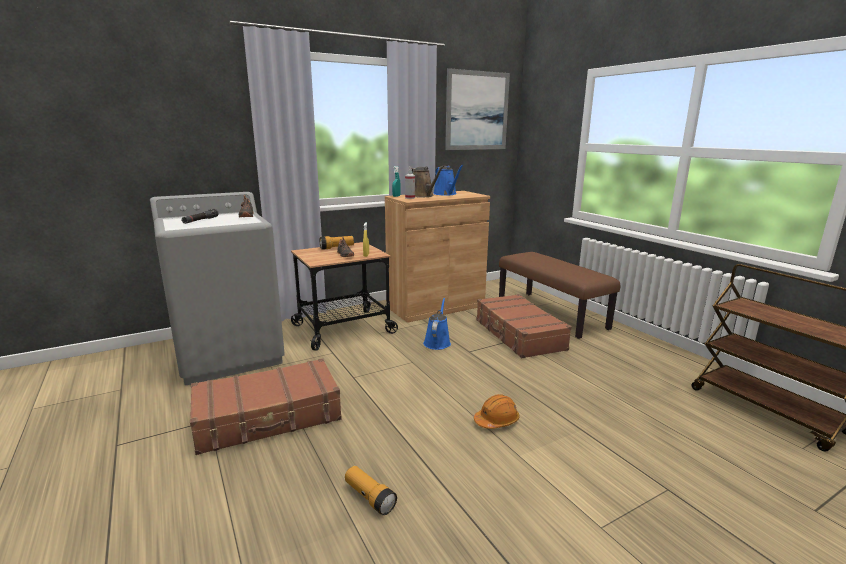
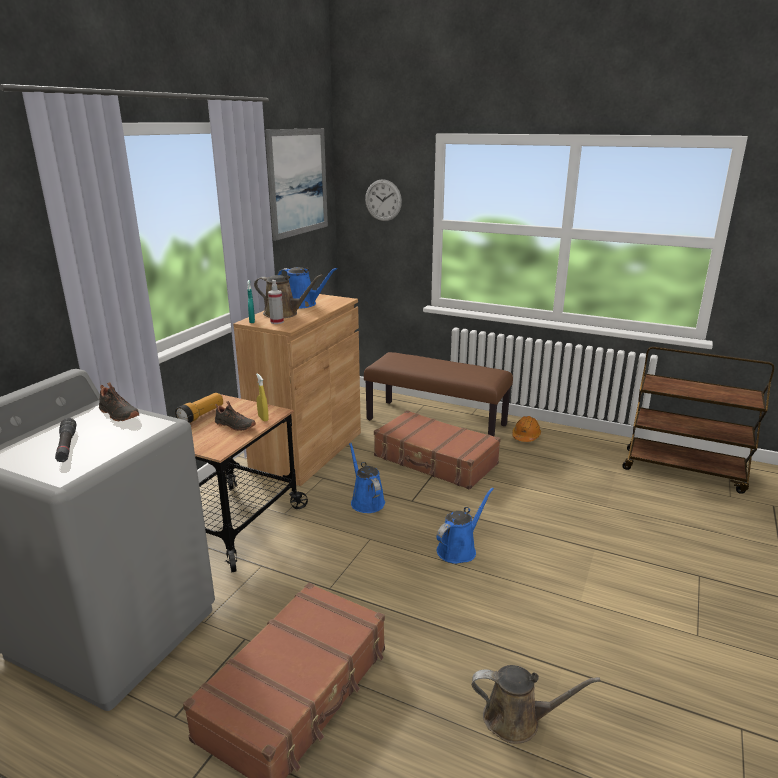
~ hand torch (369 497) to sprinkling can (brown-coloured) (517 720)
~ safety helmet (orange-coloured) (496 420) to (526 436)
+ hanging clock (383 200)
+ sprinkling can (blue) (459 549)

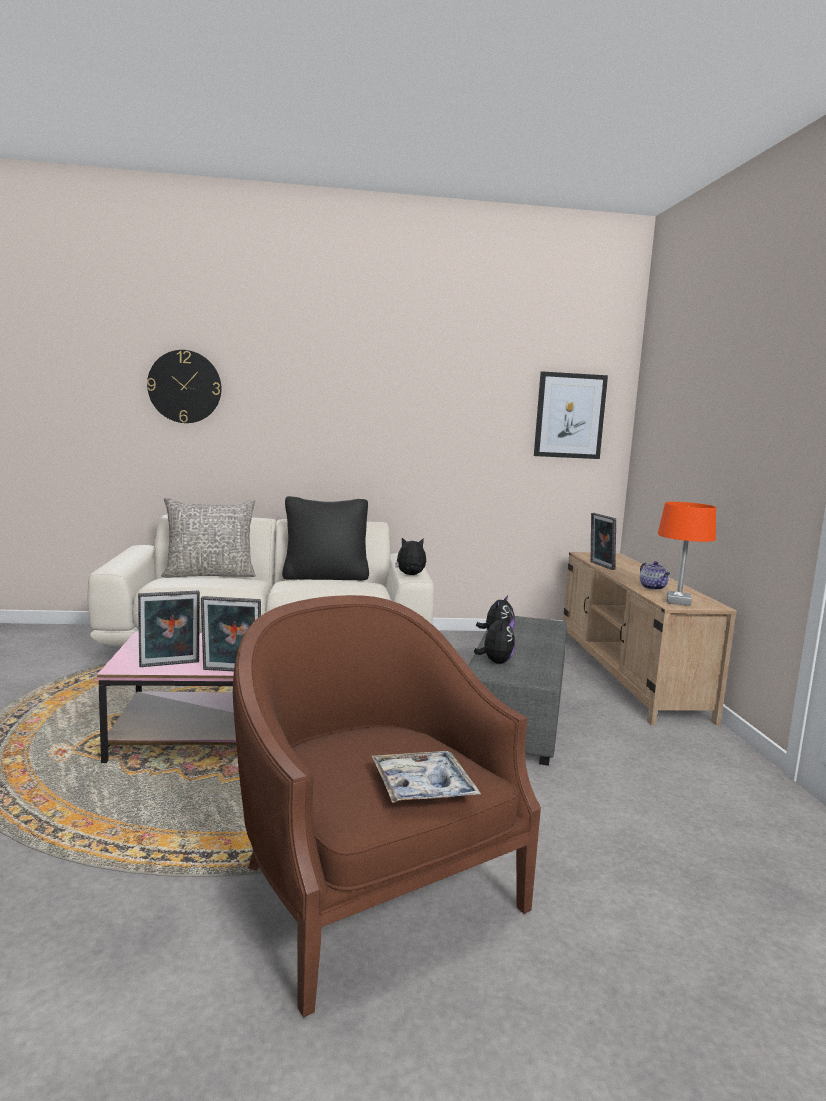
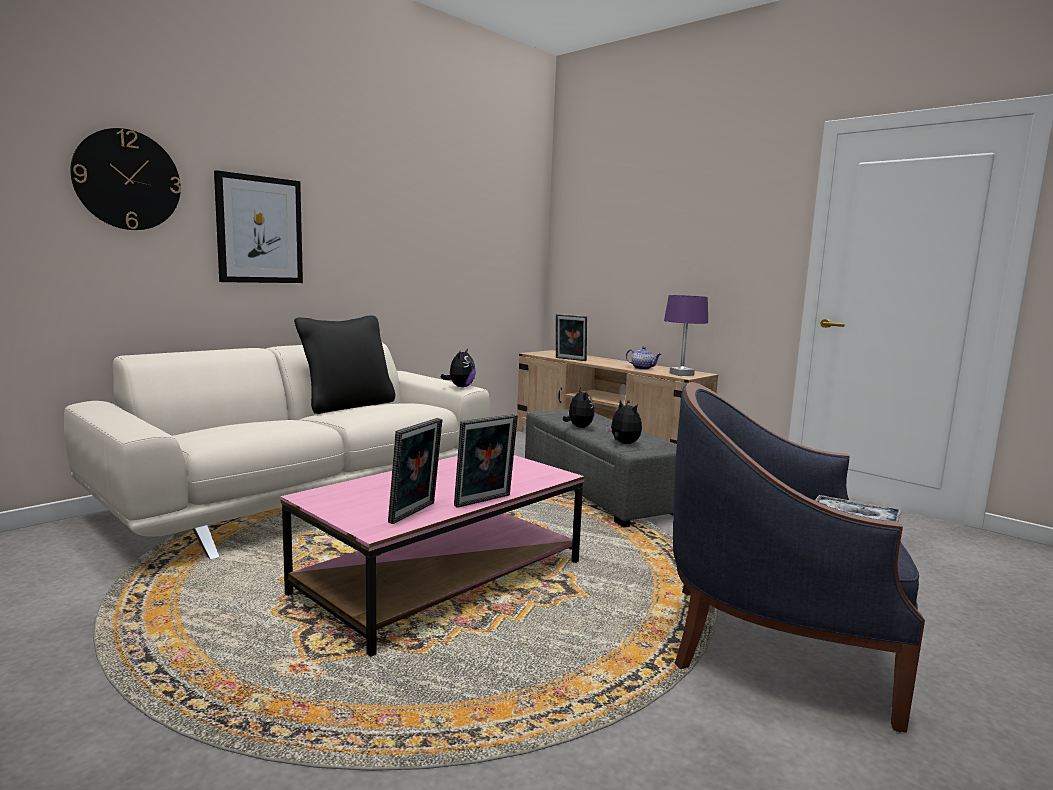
- throw pillow (greyish) (209 575)
~ easy chair (brown-coloured) (370 894) to easy chair (blue) (773 642)
~ plush toy (410 575) = (460 387) 150 degrees clockwise
~ wall art (569 415) to (259 230)
~ lamp for a table (orange-coloured) (678 602) to lamp for a table (purple-coloured) (681 374)

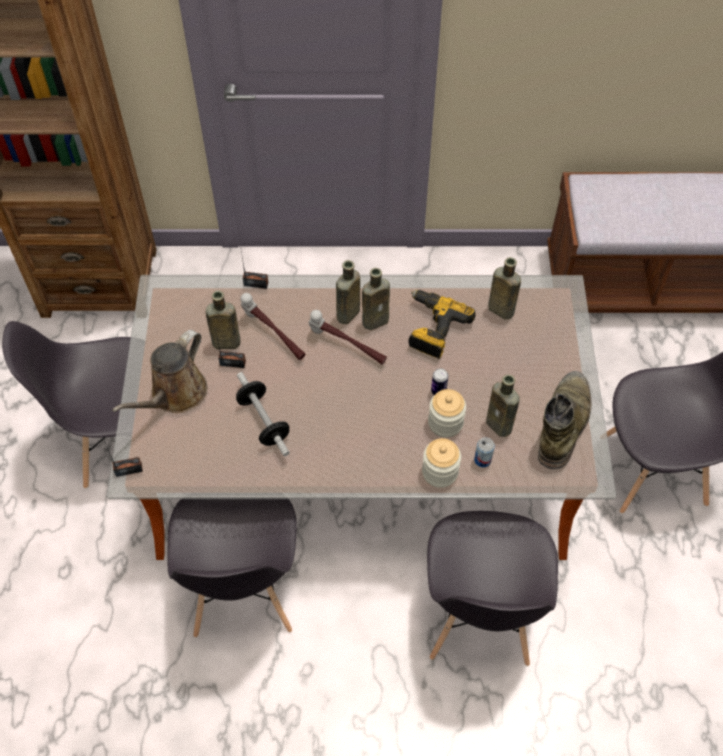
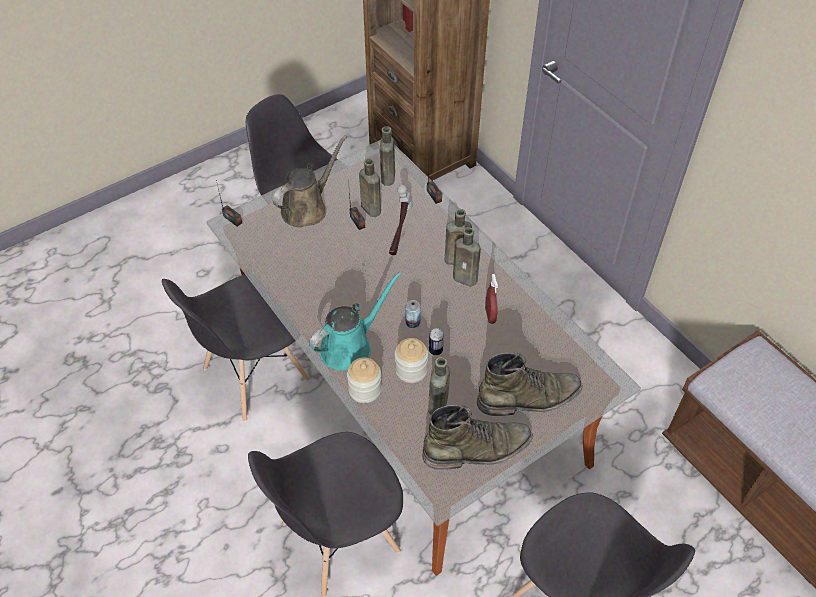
~ sprinkling can (brown-coloured) (175 394) = (307 208) 135 degrees clockwise
- free weight (263 421)
- tool hammer (347 346)
~ power drill (432 328) to sprayer (red) (490 315)
~ can (482 460) to (412 322)
~ beverage bottle (brown-coloured) (499 309) to (388 176)
+ sprinkling can (turquoise) (350 346)
+ boot (greenish) (529 398)

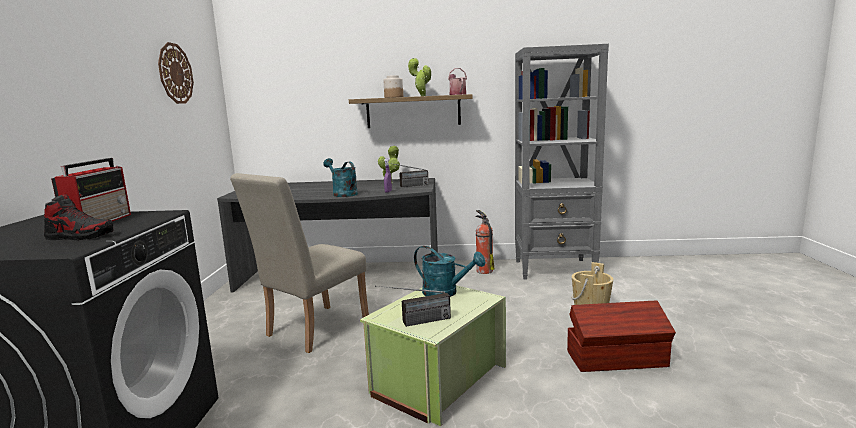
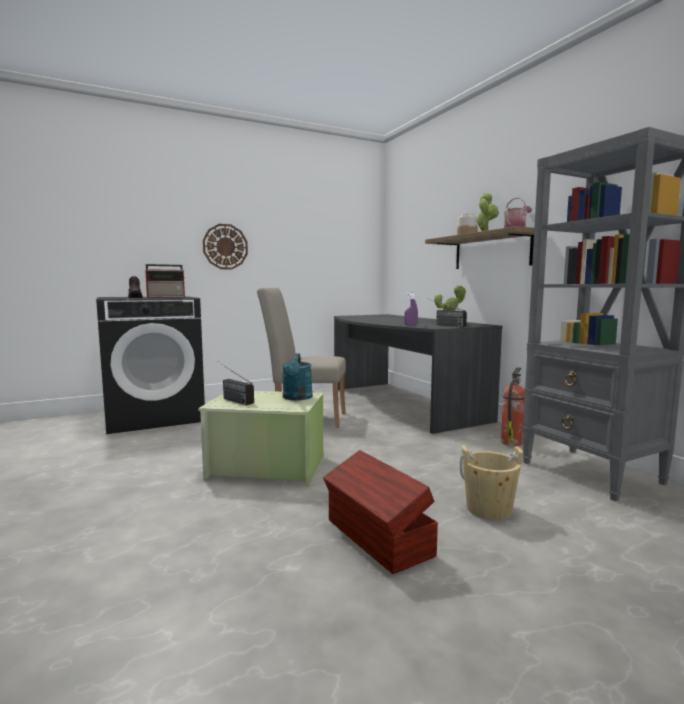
~ hanging clock (175 73) to (225 246)
- sprinkling can (turquoise) (342 194)

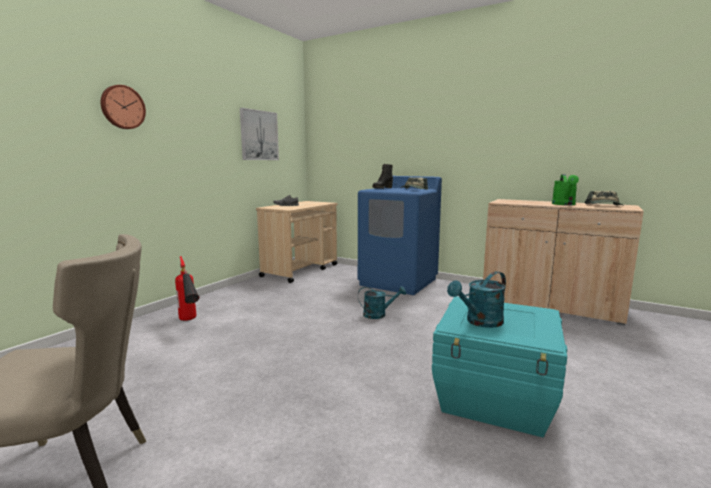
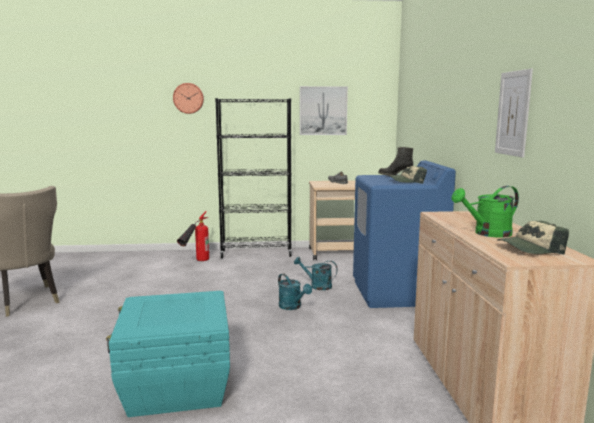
~ sprinkling can (turquoise) (480 322) to (317 286)
+ shelving unit (black) (256 253)
+ wall art (513 113)

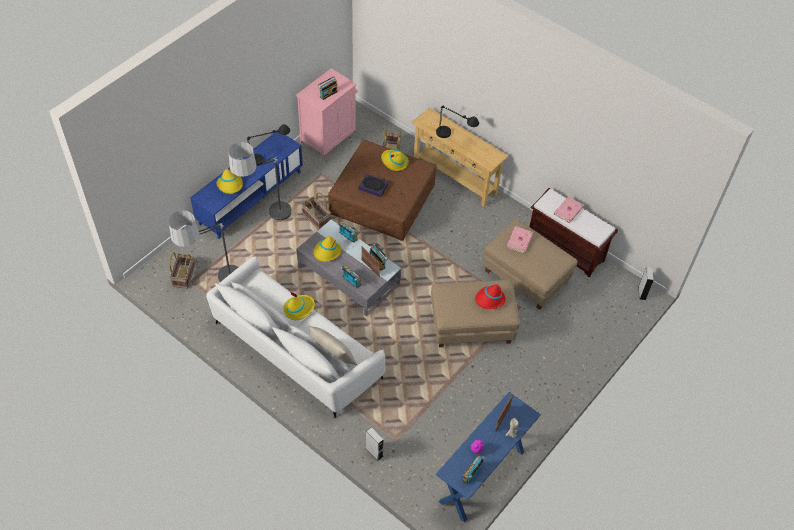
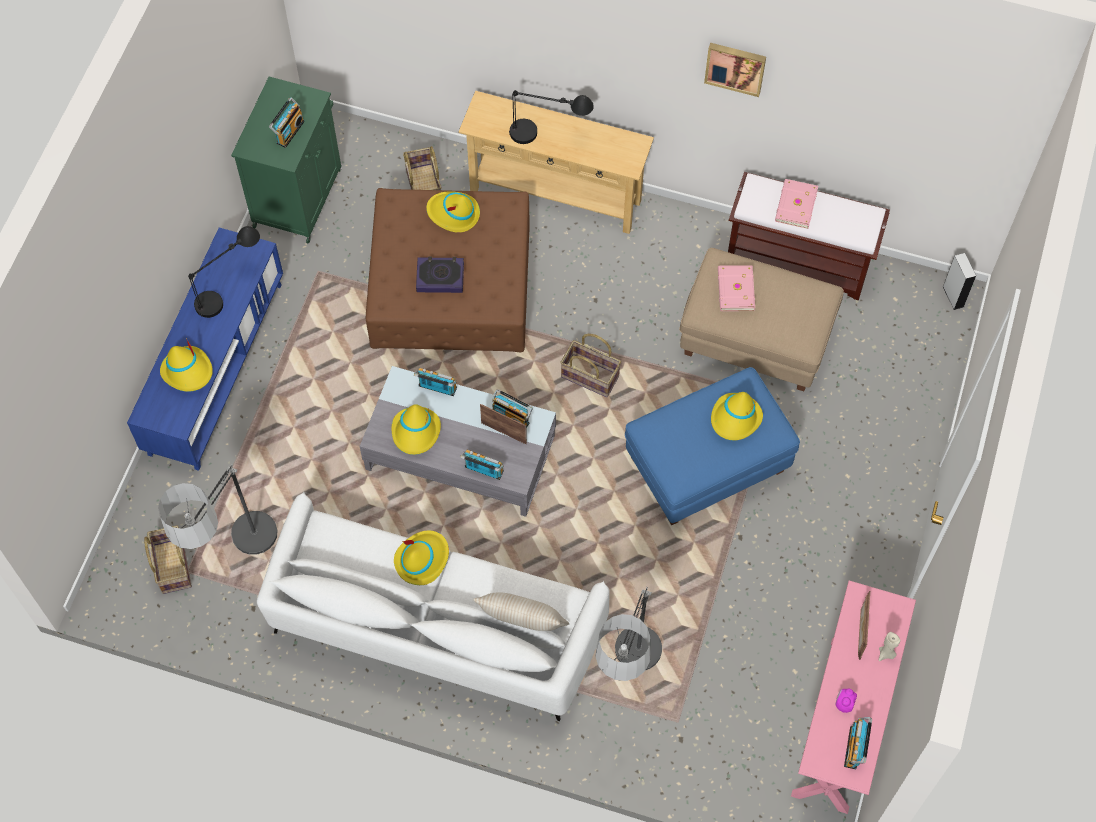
~ standing lamp (267 223) to (629 685)
~ cabinet (pink) (329 137) to cabinet (greenish) (298 196)
~ storage basket (317 218) to (590 376)
- speaker (greyish) (374 452)
~ pouffe (sand-coloured) (471 326) to pouffe (blue) (706 465)
~ hall table (blue) (481 476) to hall table (pink) (839 724)
~ hat (red) (489 299) to hat (yellow) (735 419)
+ wall art (735 67)

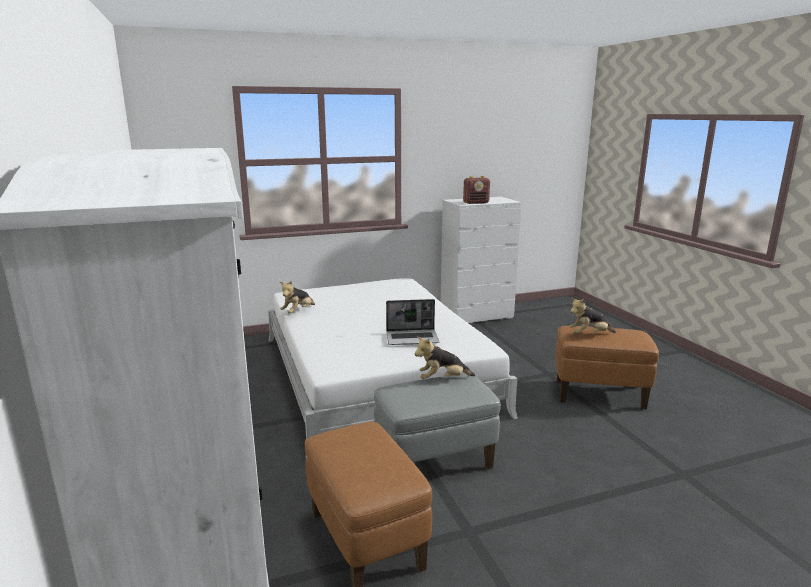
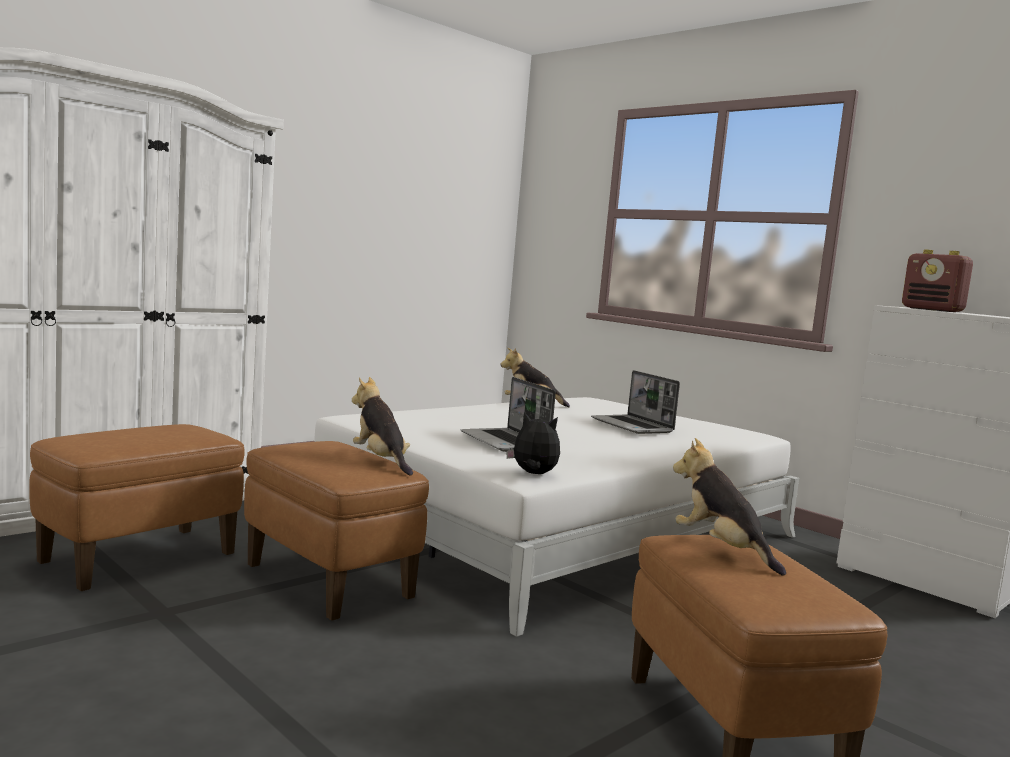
~ pouffe (greyish) (435 462) to pouffe (brown-coloured) (329 581)
+ plush toy (533 474)
+ notebook computer (633 426)

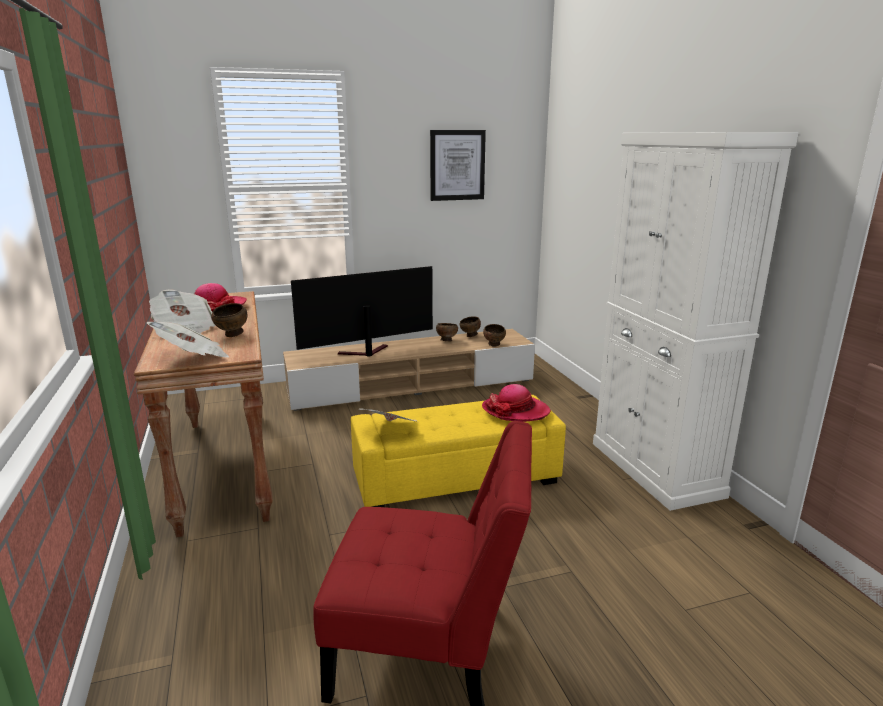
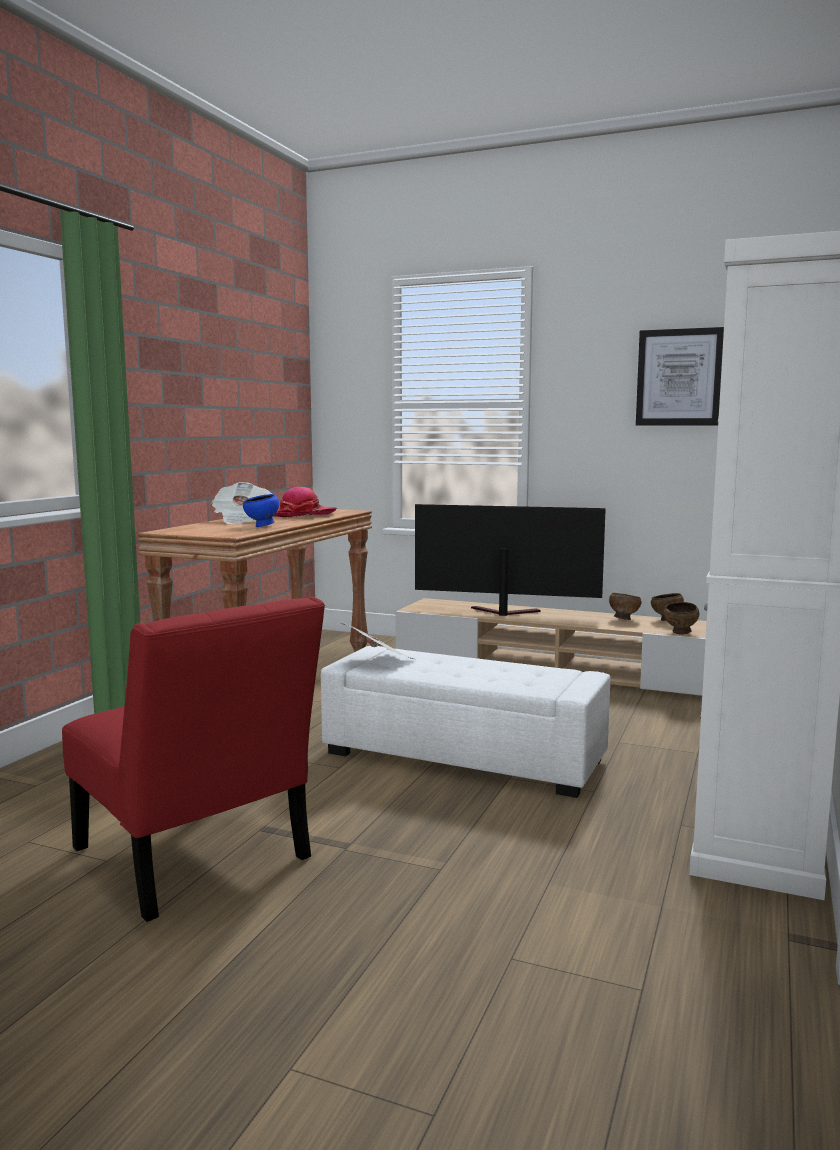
- newspaper (193 357)
~ deep dish (brown-coloured) (232 335) to deep dish (blue) (262 526)
~ pouffe (yellow) (456 478) to pouffe (white) (463 756)
- hat (515 411)

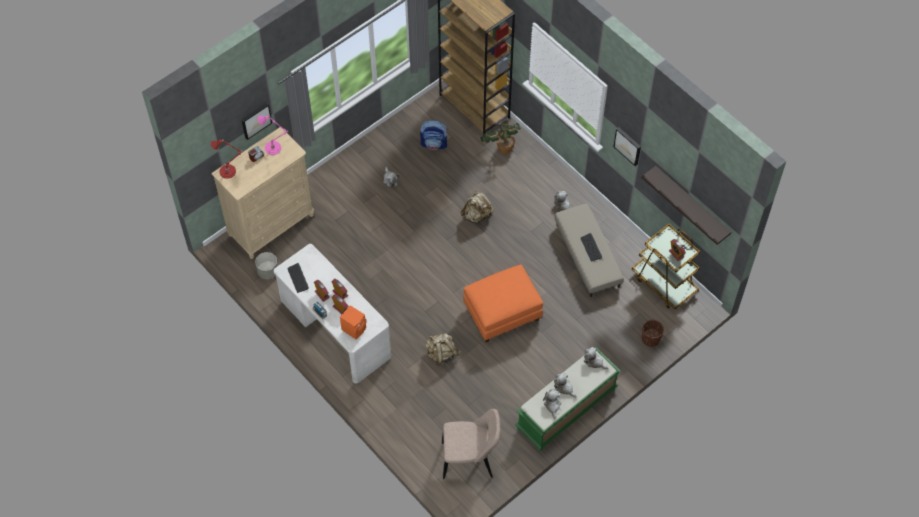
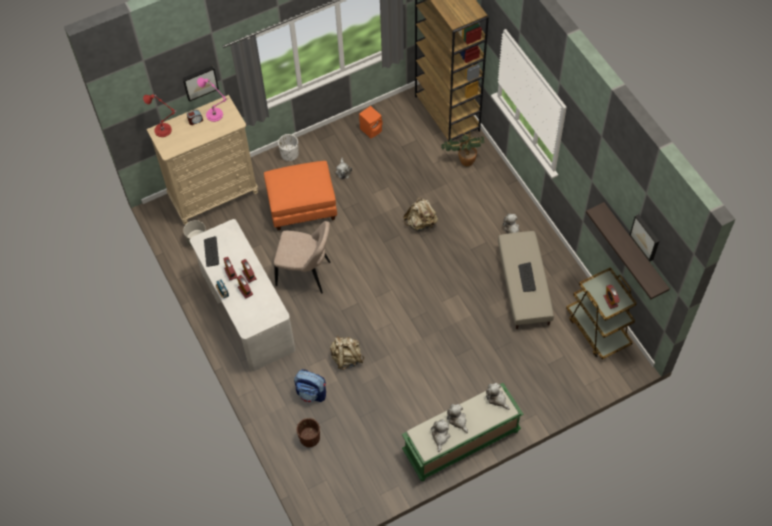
~ speaker (orange-coloured) (354 328) to (371 129)
~ rucksack (434 143) to (312 393)
~ upright chair (sand-coloured) (470 460) to (306 274)
~ pouffe (orange-coloured) (502 314) to (302 207)
~ wall art (628 145) to (646 237)
~ plant pot (brown-coloured) (650 339) to (309 438)
+ plant pot (white) (289 154)

